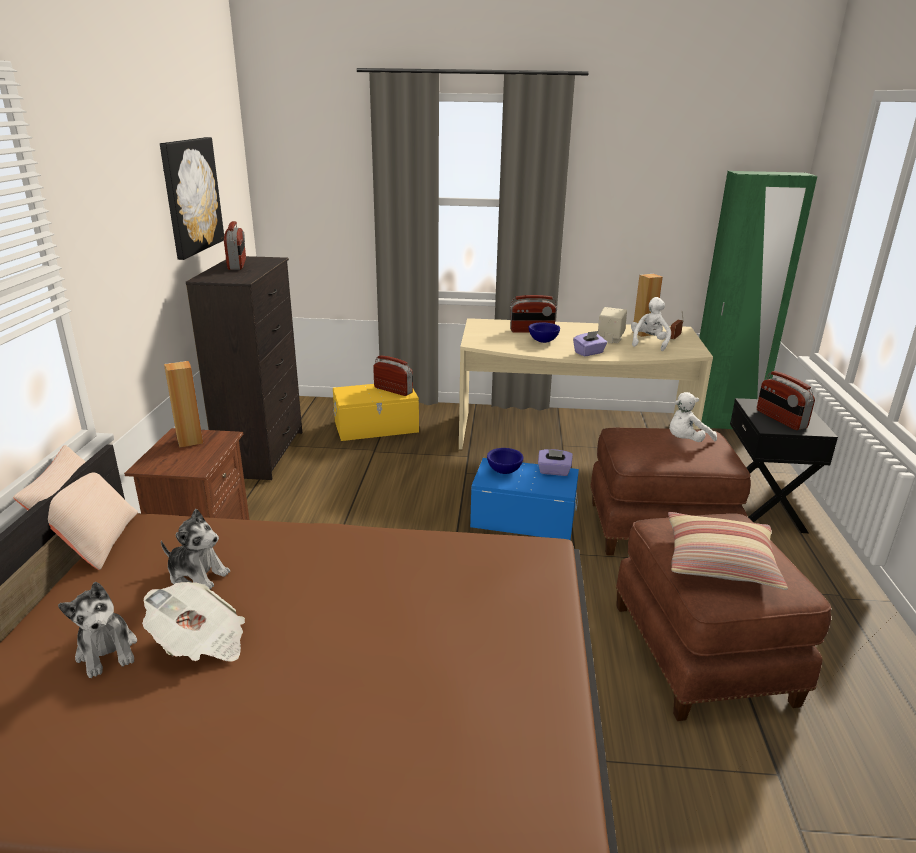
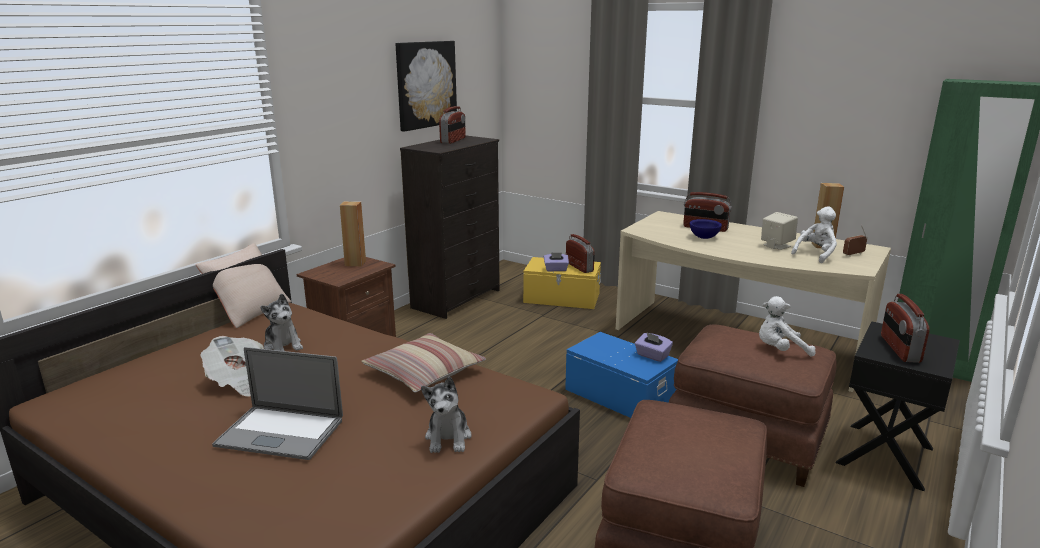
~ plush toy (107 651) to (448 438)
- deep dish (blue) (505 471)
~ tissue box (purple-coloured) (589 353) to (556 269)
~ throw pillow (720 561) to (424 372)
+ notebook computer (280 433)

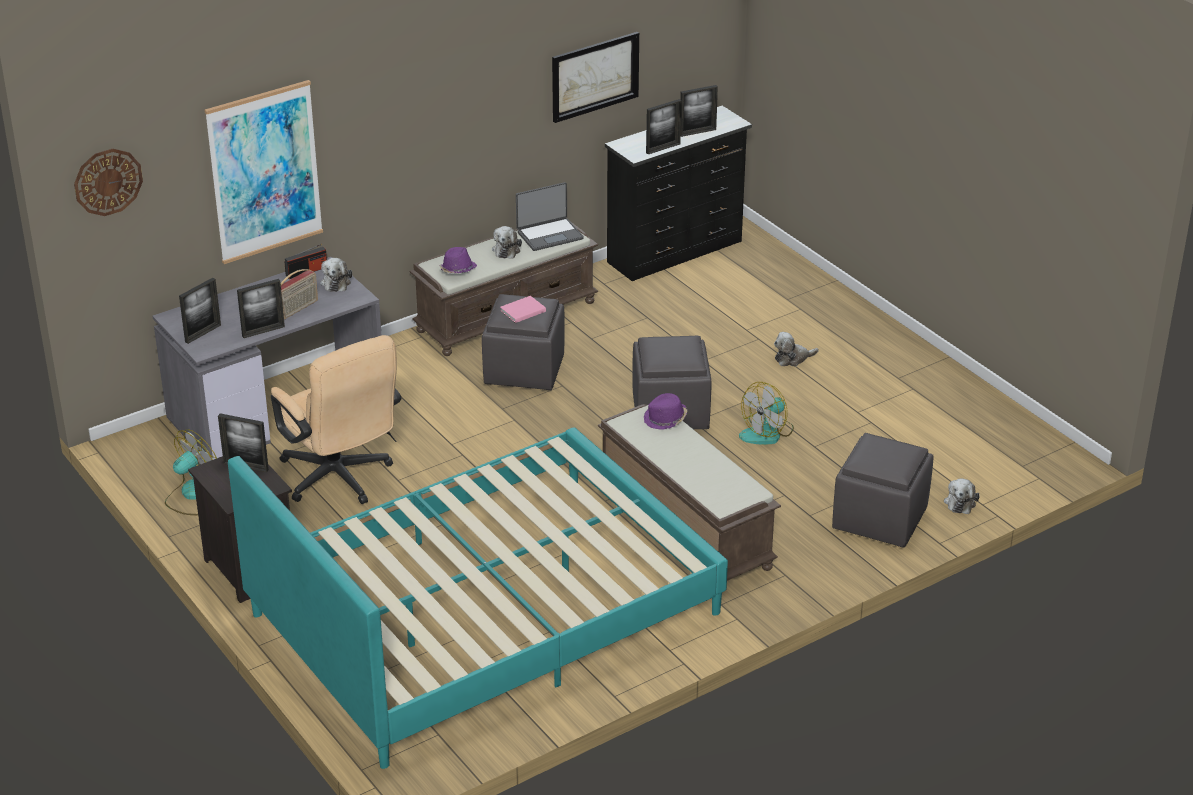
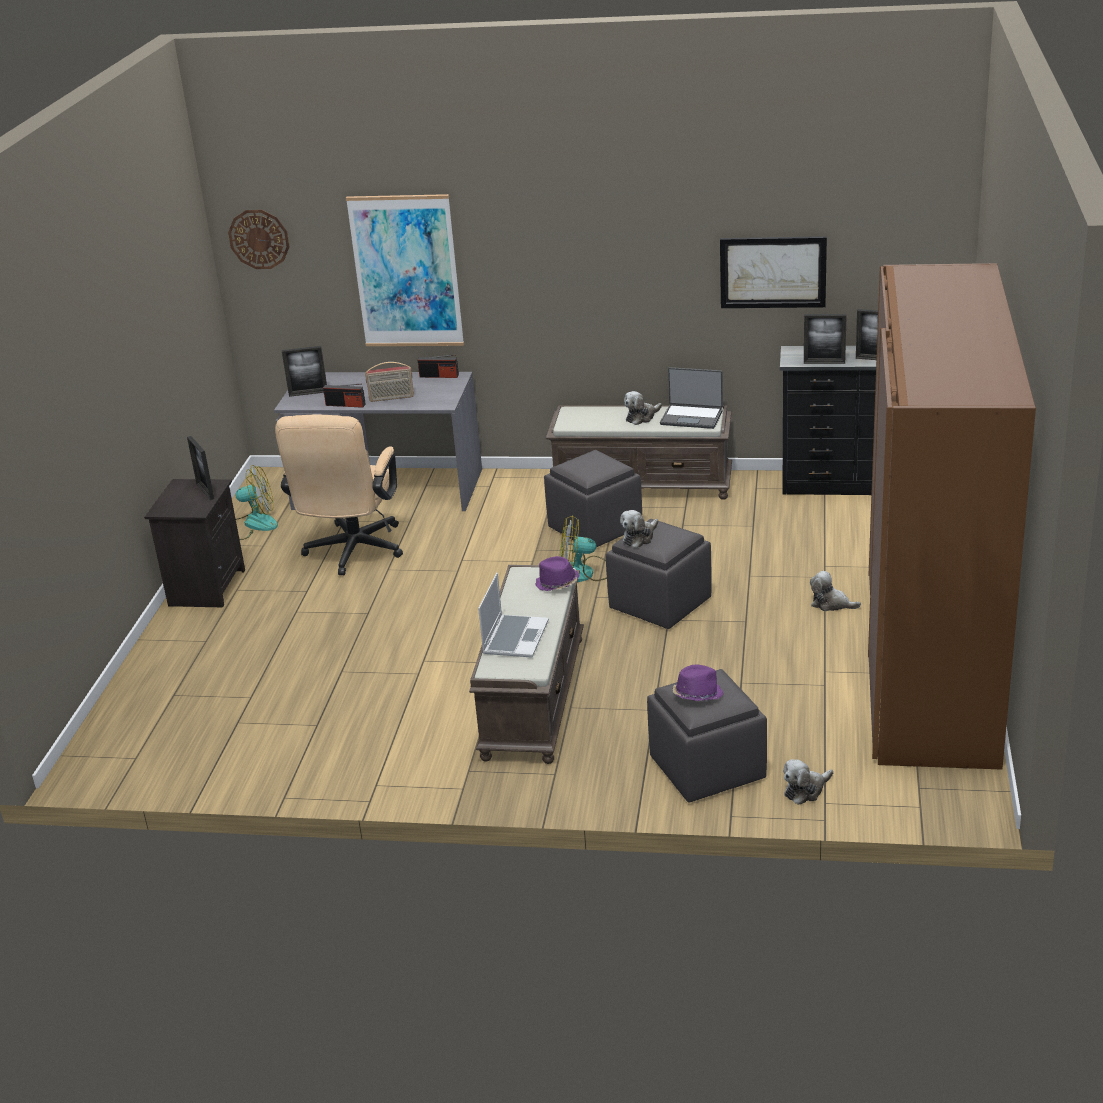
- bedroom bed (turquoise) (484 613)
~ picture frame (263 331) to radio receiver (345 405)
~ plush toy (336 282) to (639 537)
~ hat (purple-coloured) (457 270) to (697 694)
- book (pink) (521 311)
~ cooling fan (767 433) to (584 572)
+ notebook computer (515 637)
+ clothes cupboard (brown-coloured) (928 666)

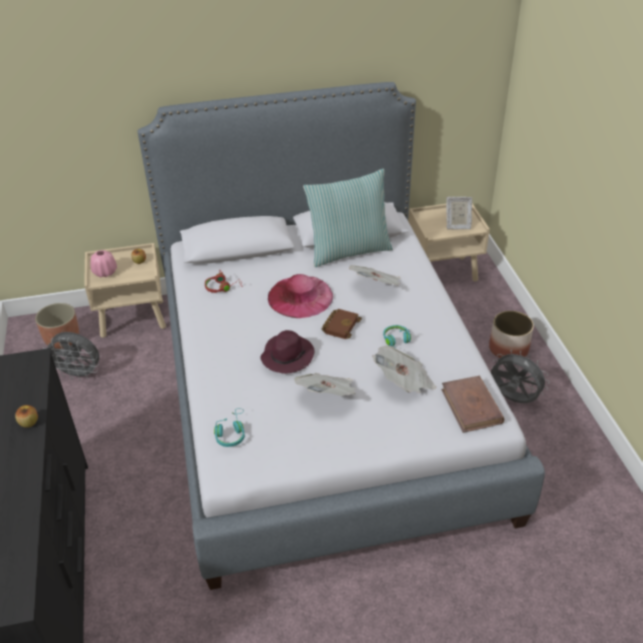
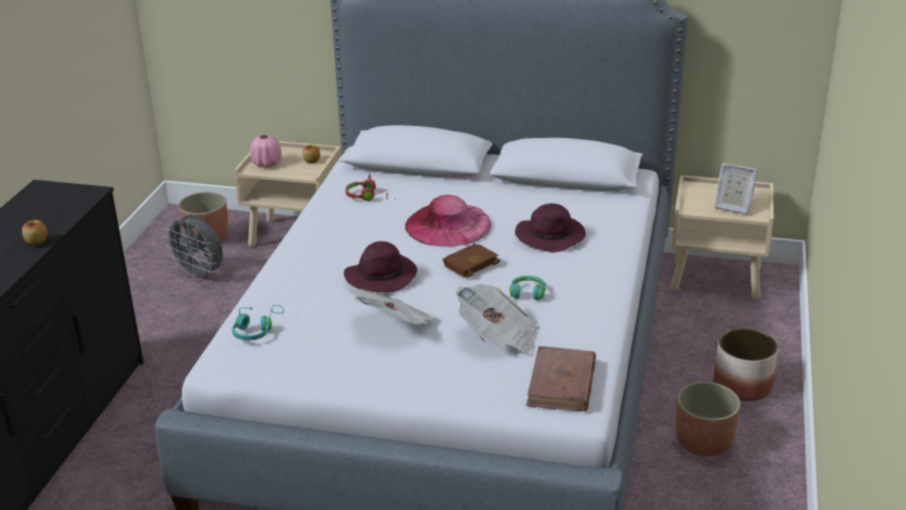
- throw pillow (348 251)
~ newspaper (377 286) to hat (purple-coloured) (551 236)
~ cooling fan (greyish) (512 399) to plant pot (703 443)

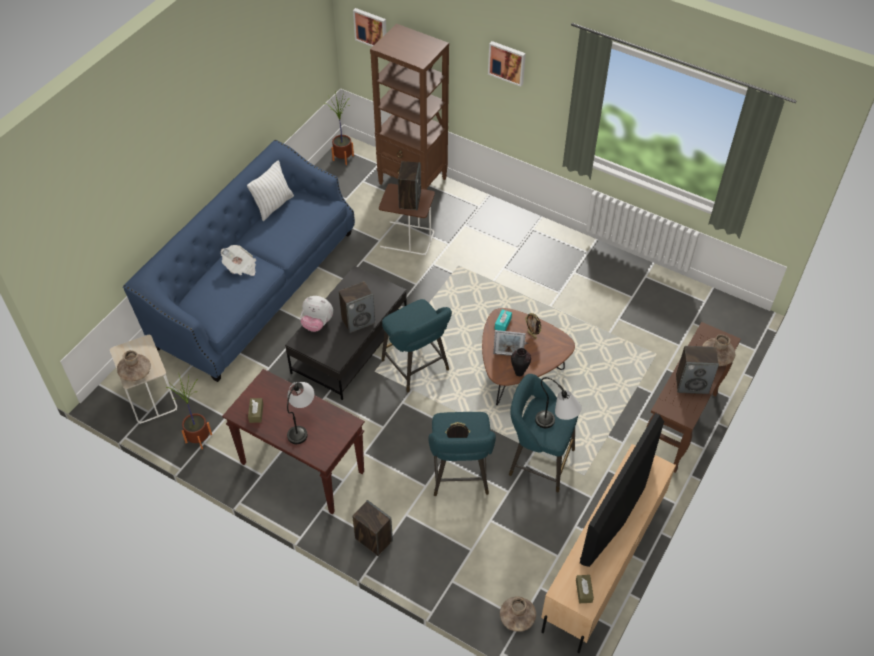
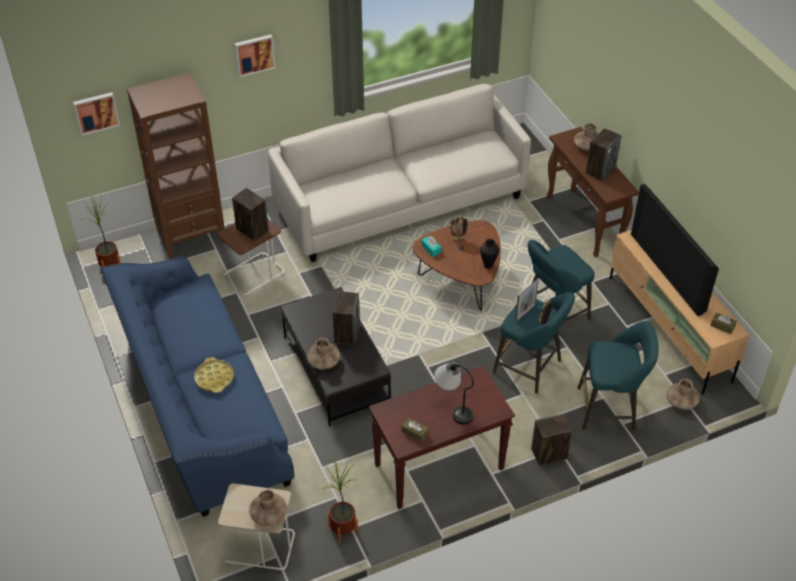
~ newspaper (240 267) to carrying tray (yellow) (214 378)
- throw pillow (white) (273 206)
~ plush toy (317 323) to decorative vase (brown-coloured) (324 362)
~ sitting stool (turquoise) (417 368) to (610 409)
~ picture frame (508 354) to (525 313)
- lamp for a table (556 427)
+ settee (white) (400 202)

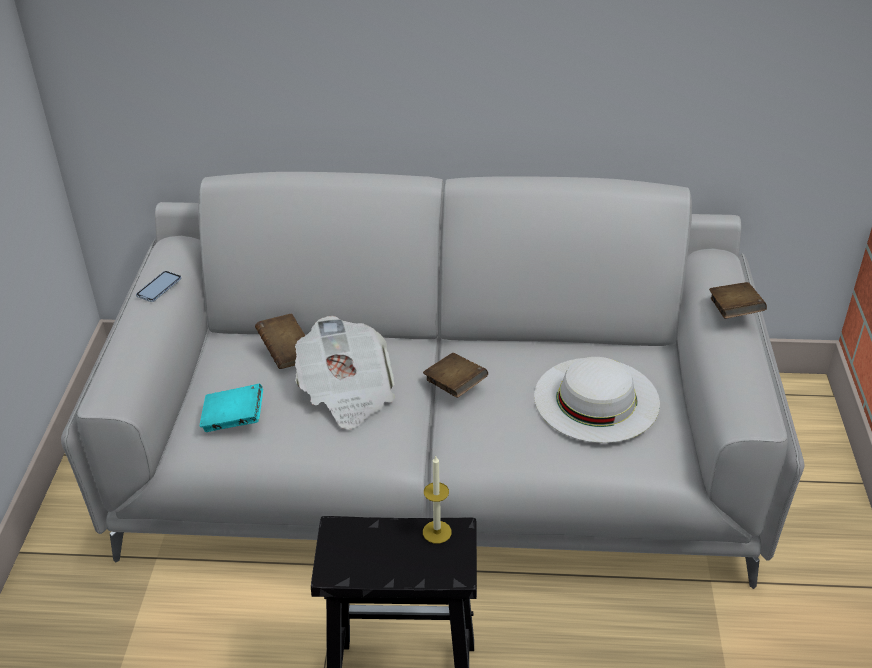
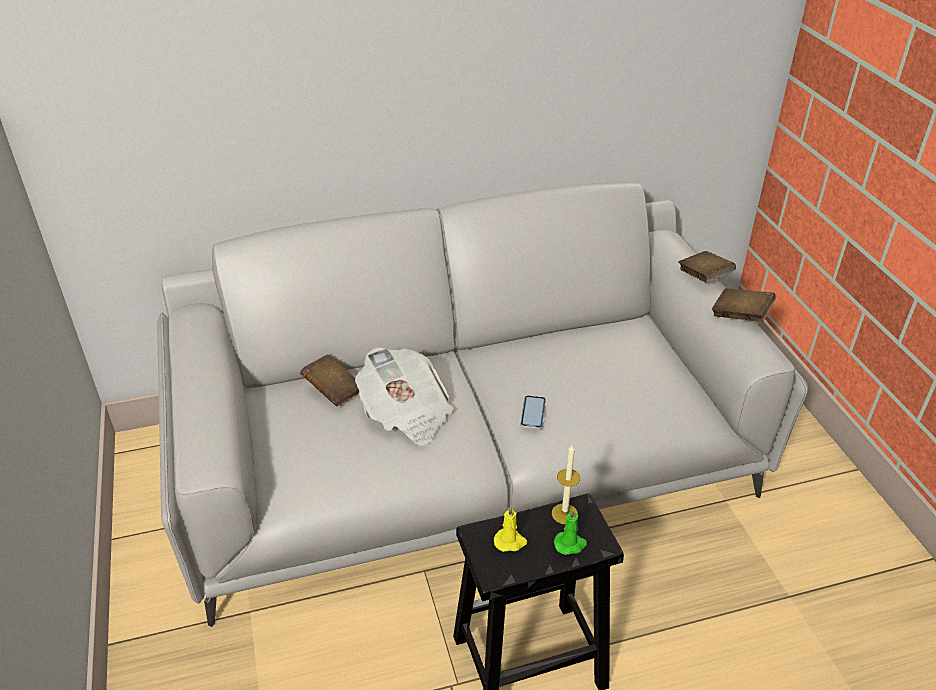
~ handset (159 287) to (533 413)
- book (turquoise) (234 420)
~ book (brown-coloured) (455 386) to (740 315)
- hat (white) (596 399)
+ candle (yellow) (510 541)
+ candle (greenish) (570 544)

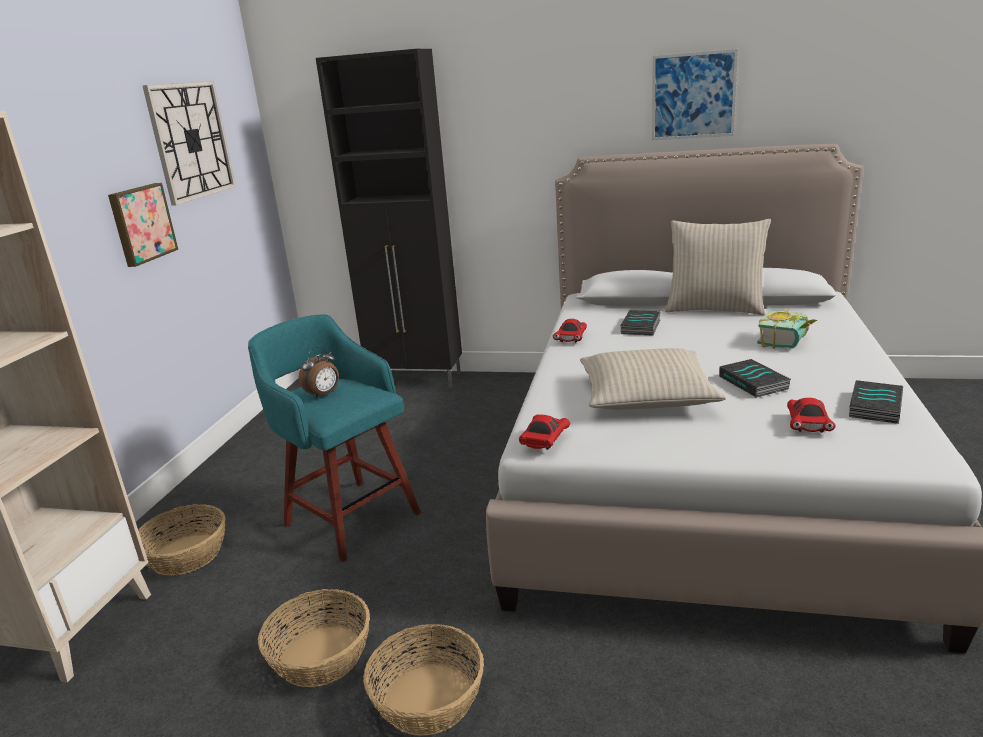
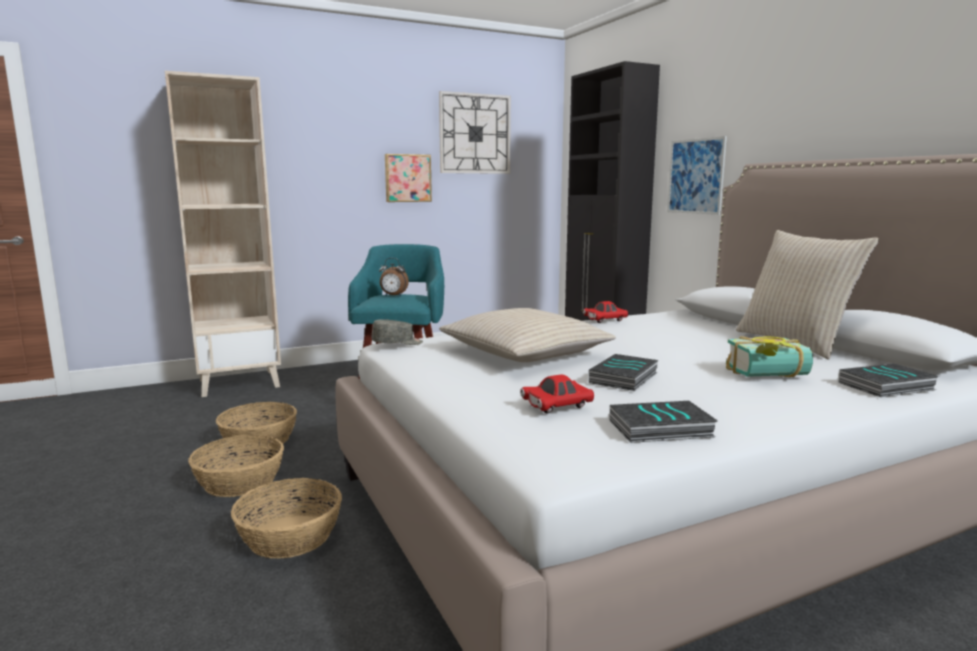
~ storage basket (186 555) to (290 536)
~ toy car (red) (544 440) to cap (greyish) (397 343)
~ book (642 327) to (886 387)
~ wall art (693 96) to (695 176)

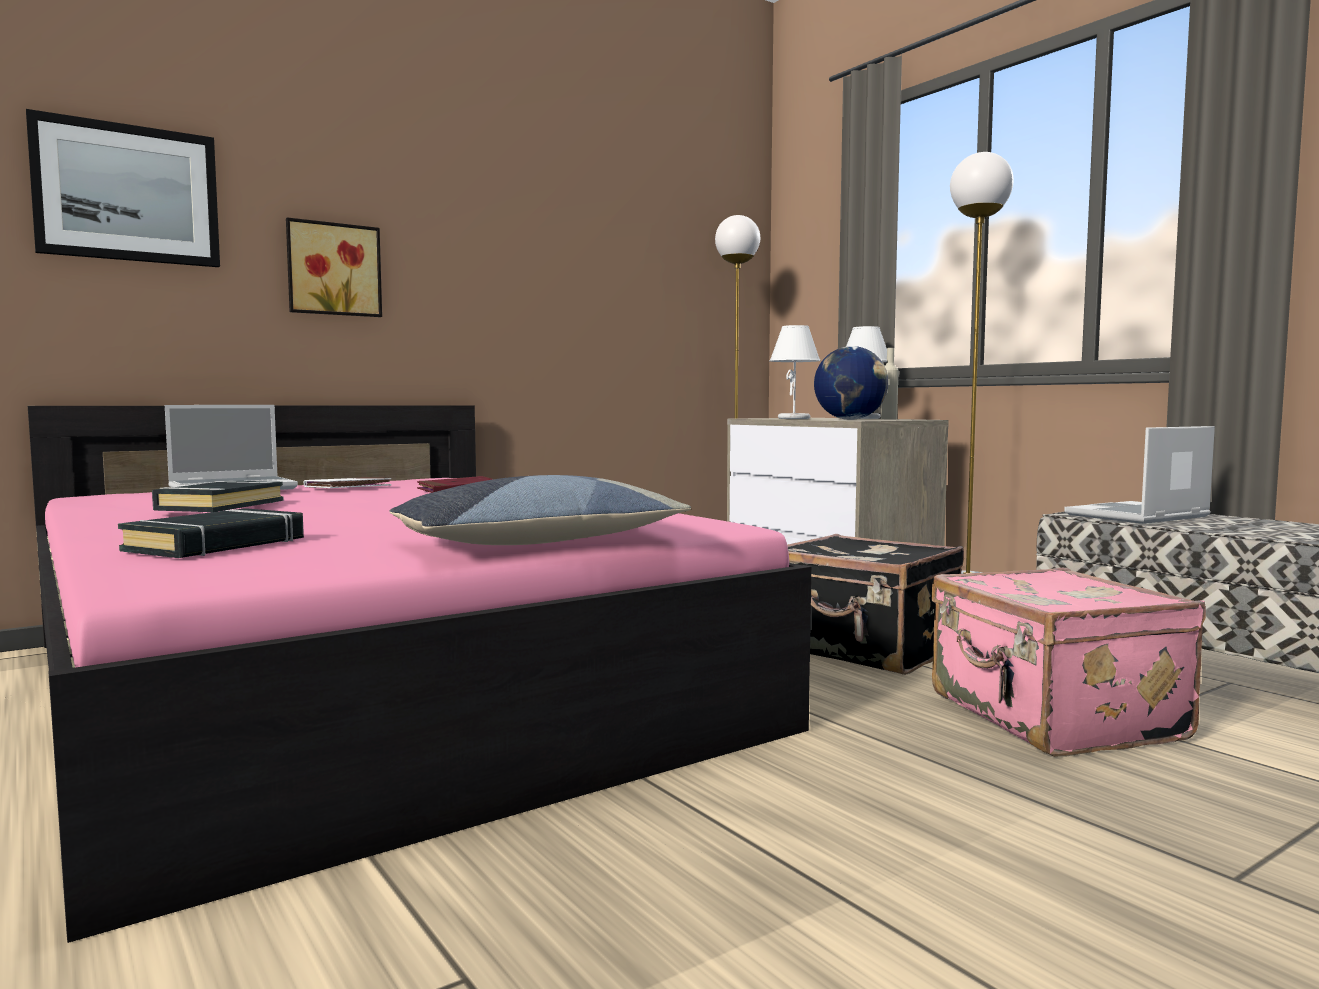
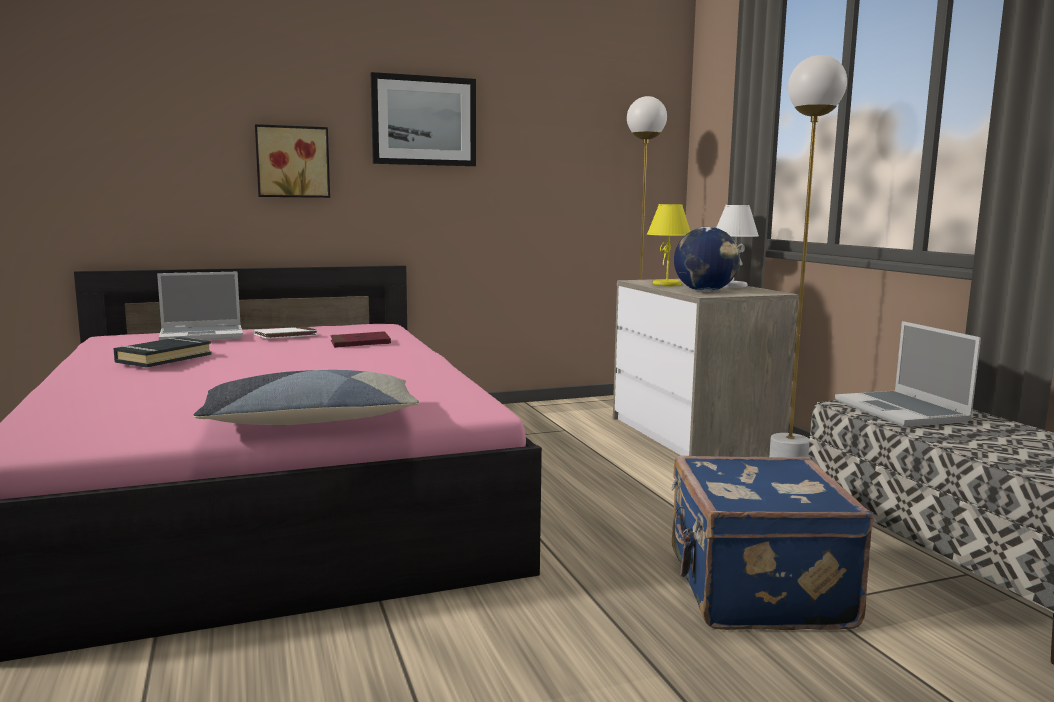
~ wall art (127 193) to (424 121)
- book (black) (217 545)
~ lamp for a table (white) (794 418) to lamp for a table (yellow) (667 285)
- travel case (black) (865 650)
- beverage bottle (sand-coloured) (888 419)
~ travel case (pink) (1052 718) to travel case (blue) (754 590)
~ notebook computer (1138 516) = (903 411) 90 degrees counterclockwise

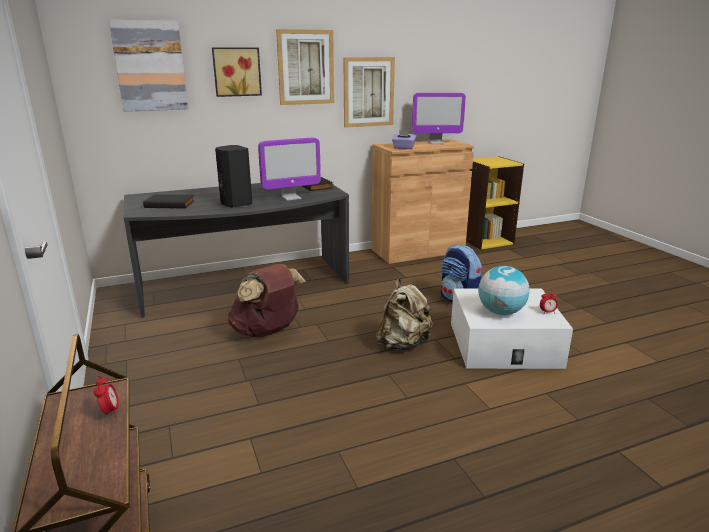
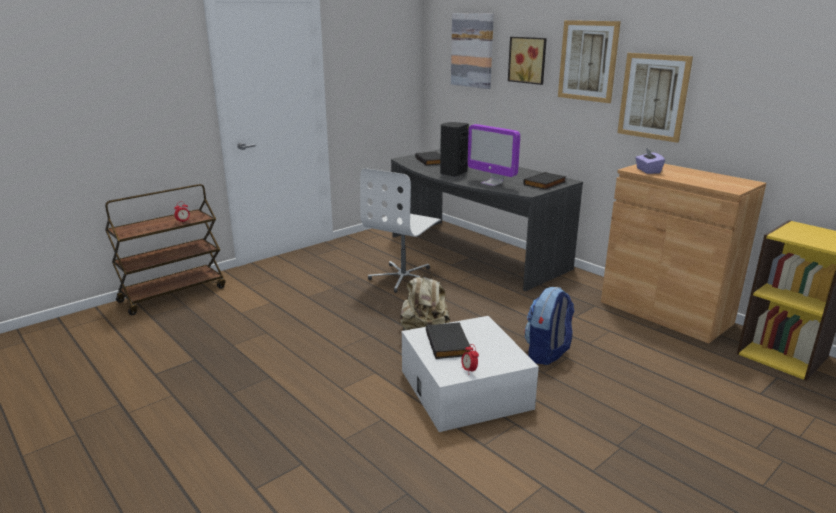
~ rucksack (brown-coloured) (267 331) to desk chair (white) (404 278)
- monitor (436 143)
~ world globe (501 312) to book (black) (449 343)

